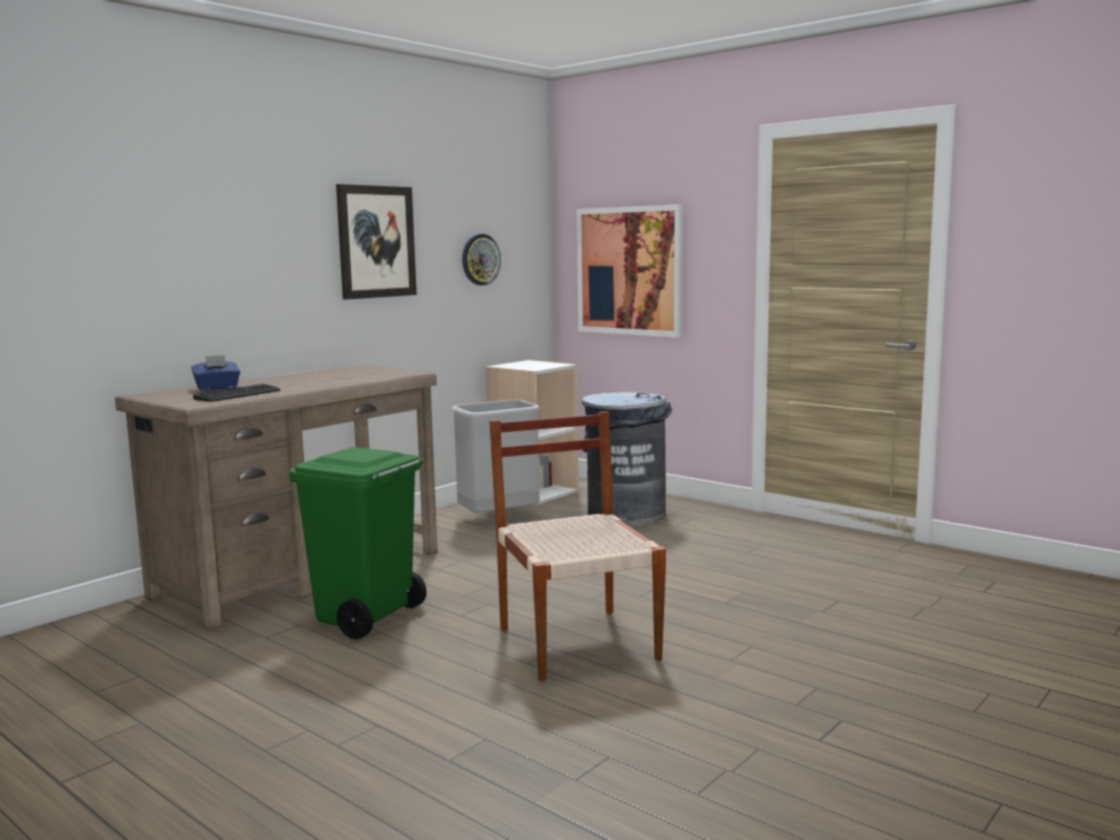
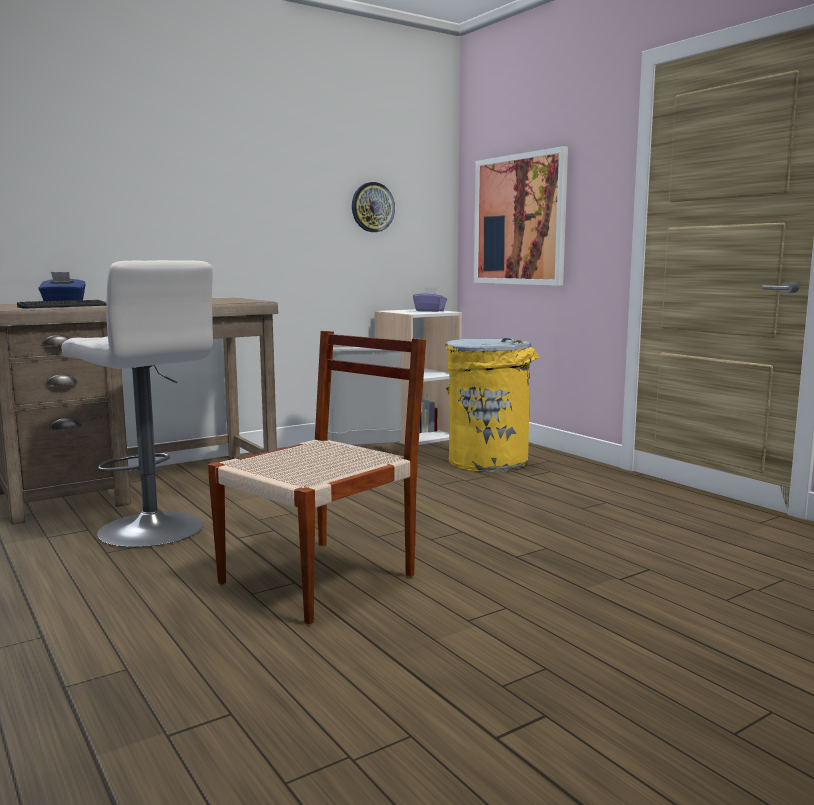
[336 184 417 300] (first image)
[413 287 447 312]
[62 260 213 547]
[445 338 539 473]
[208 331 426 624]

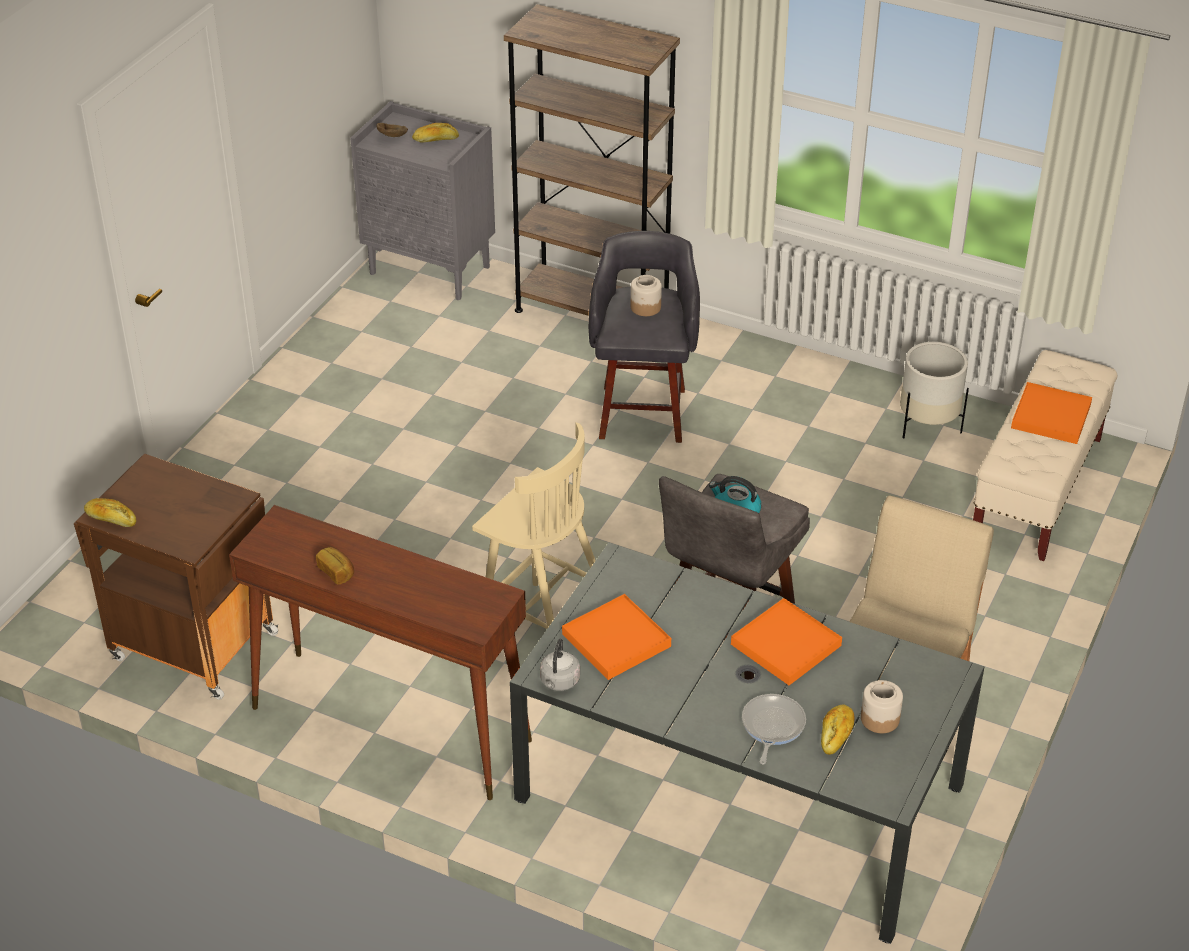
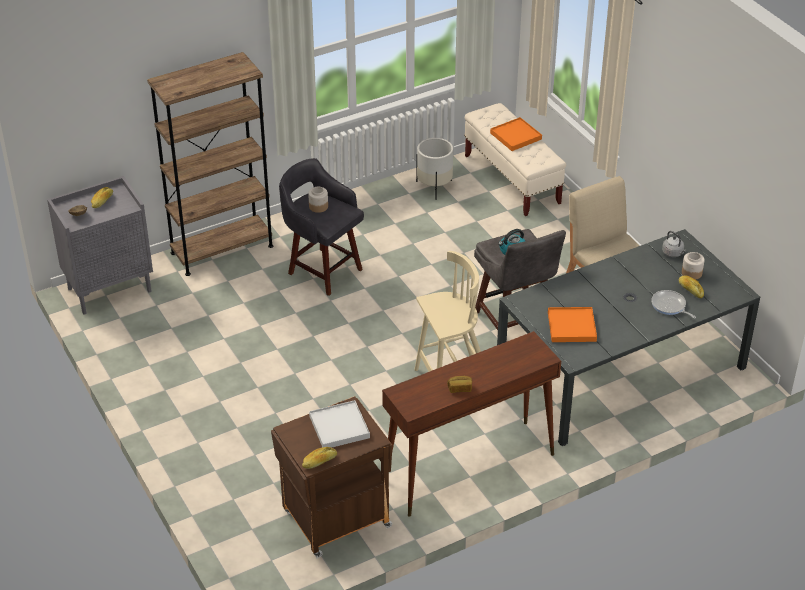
[731 598 842 685] (first image)
[309 400 370 448]
[662 231 687 257]

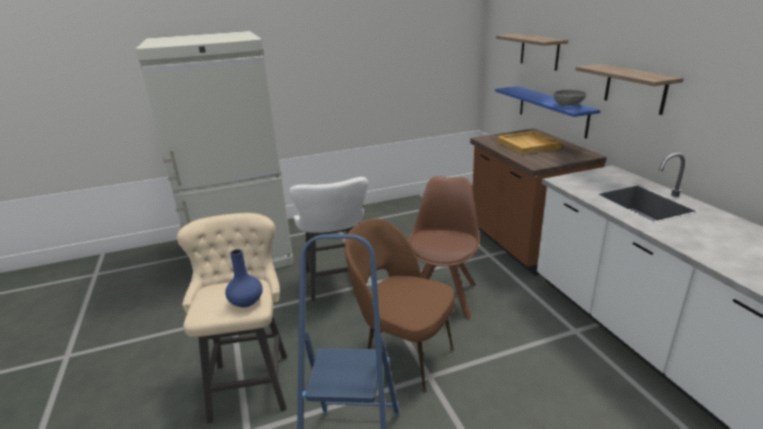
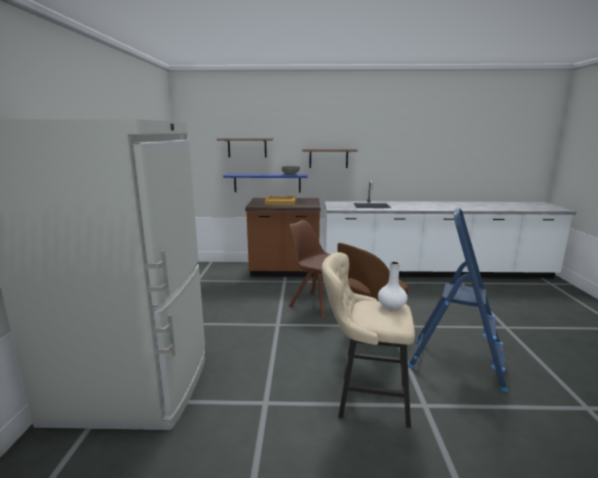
[289 177 368 302] (first image)
[378 261 407 310]

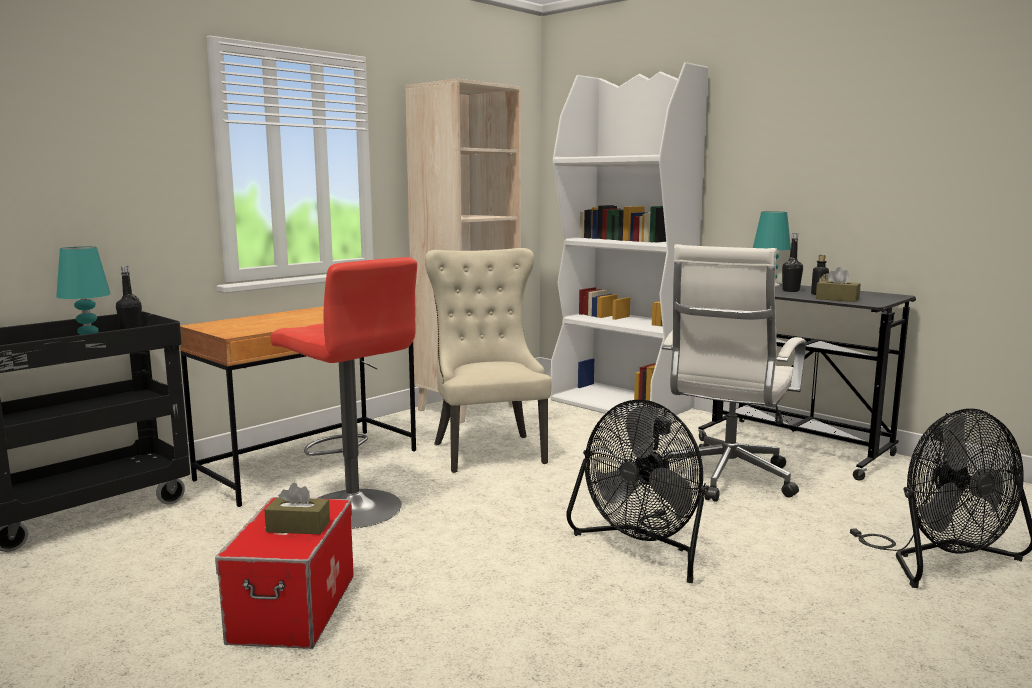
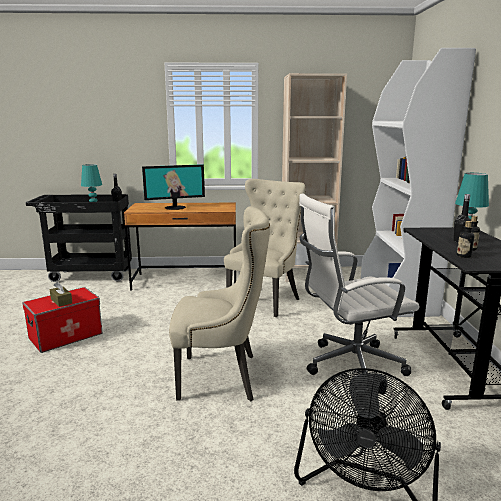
[271 257 417 529] (first image)
[142 164 205 210]
[169 206 270 401]
[457 221 474 258]

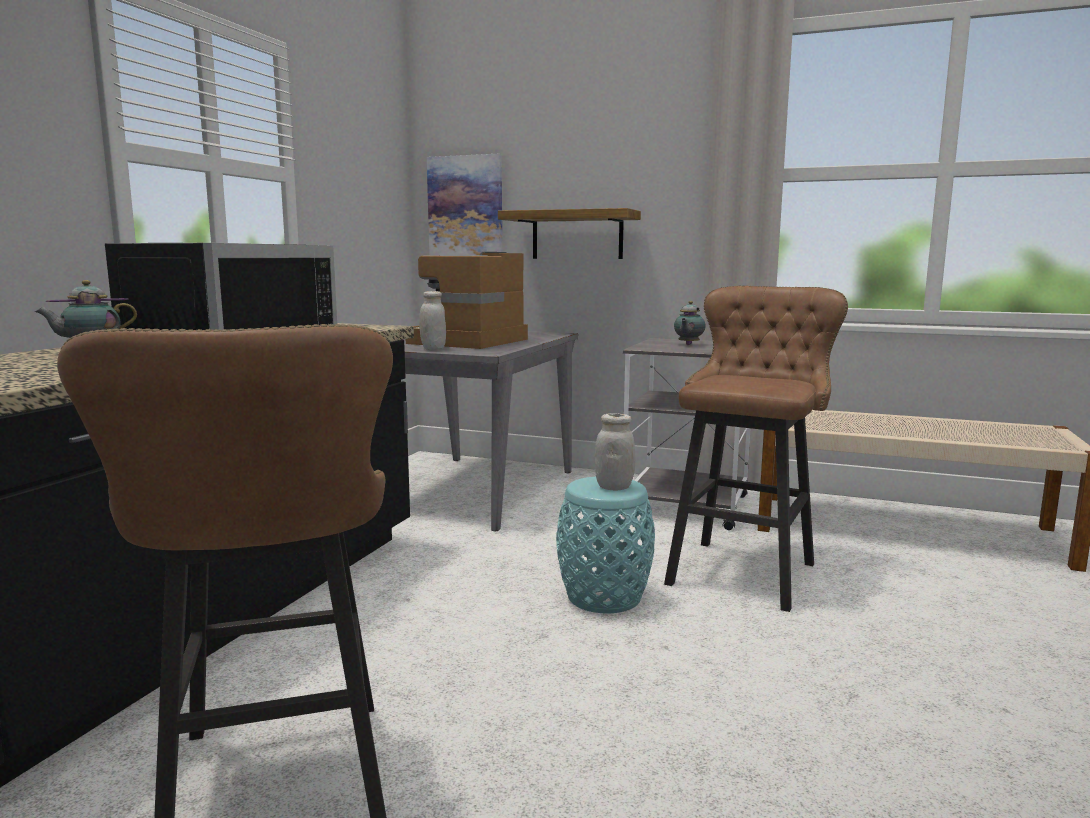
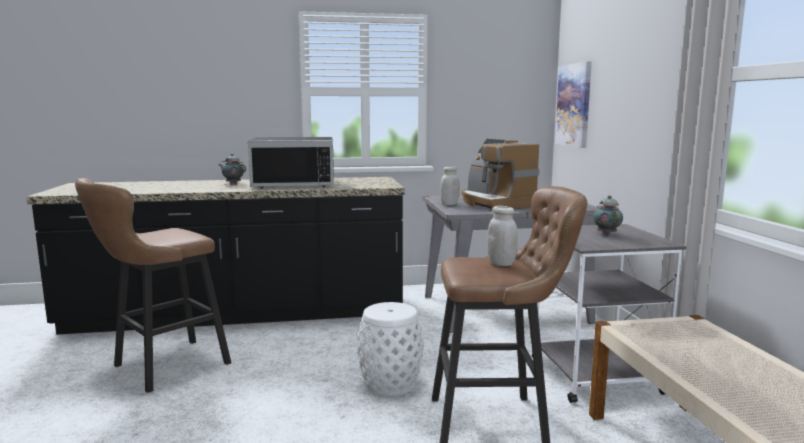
[498 208 641 259] (first image)
[487 206 518 266]
[357 302 424 396]
[461 139 539 211]
[593 195 623 235]

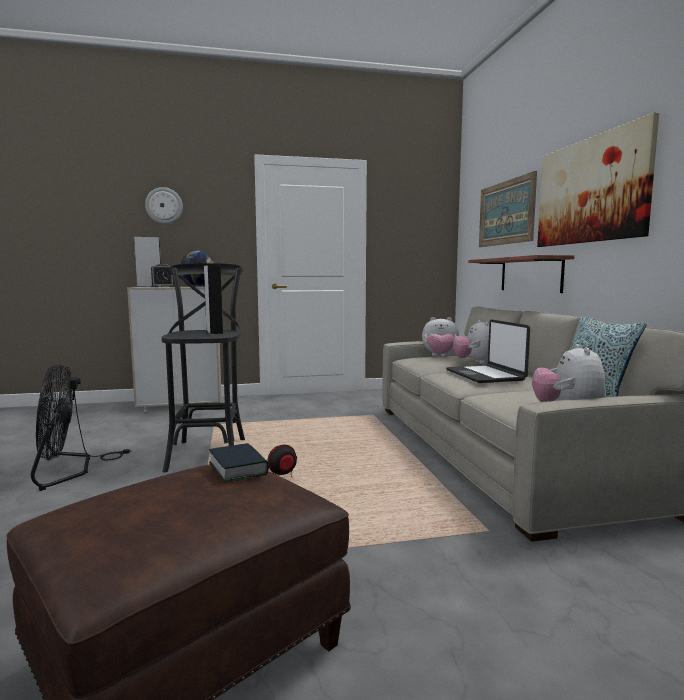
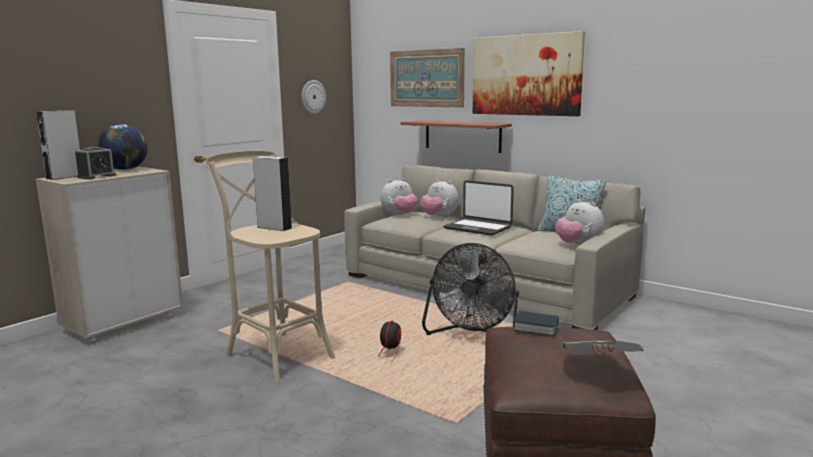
[560 341 644 355]
[422 243 519 335]
[301 80 326 114]
[206 151 336 384]

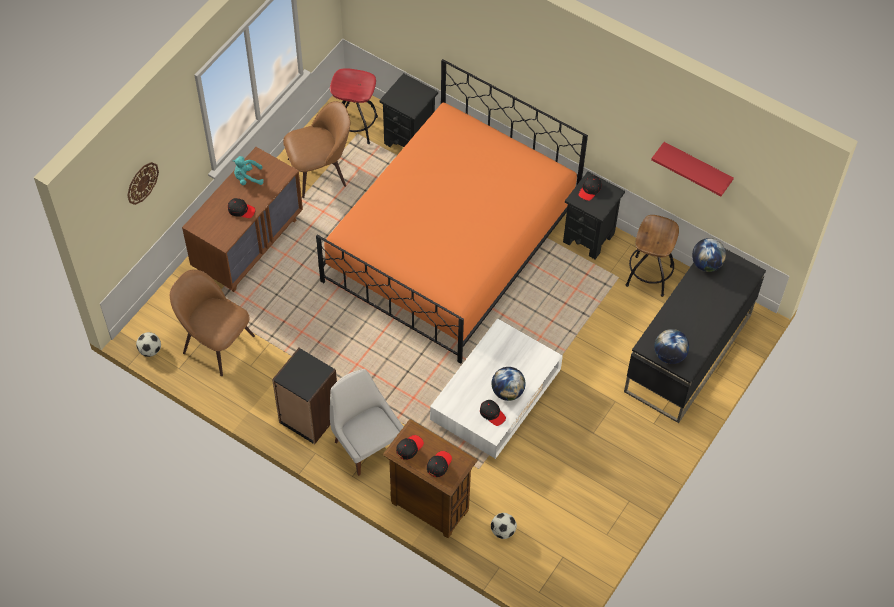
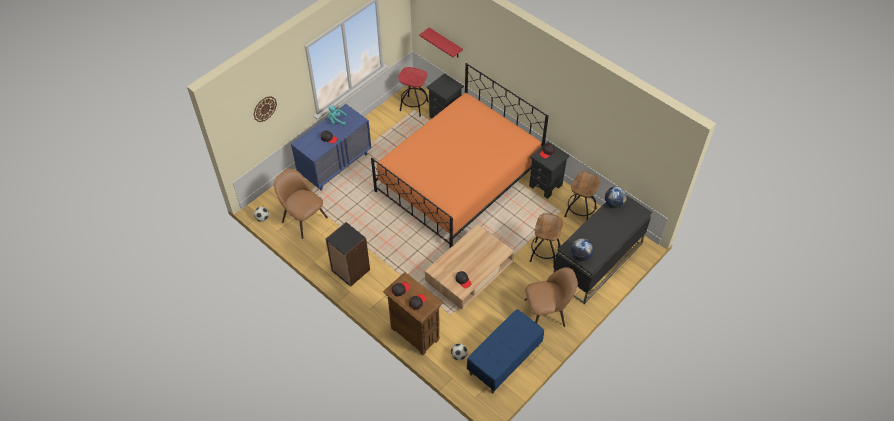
[330 369 404 476] (first image)
[492 367 526 401] (first image)
[467 309 544 393]
[530 213 563 267]
[525 267 578 327]
[419 28 463 57]
[291 104 372 191]
[425 224 515 310]

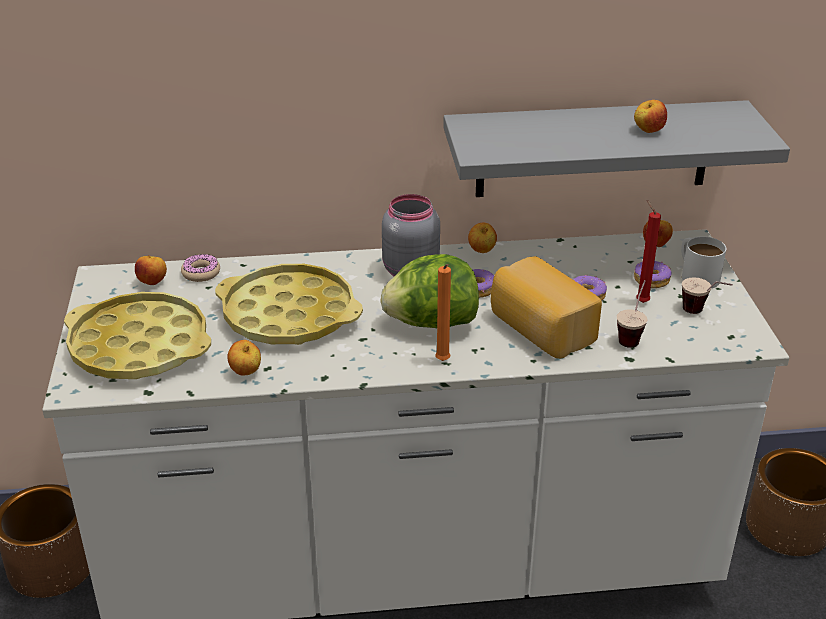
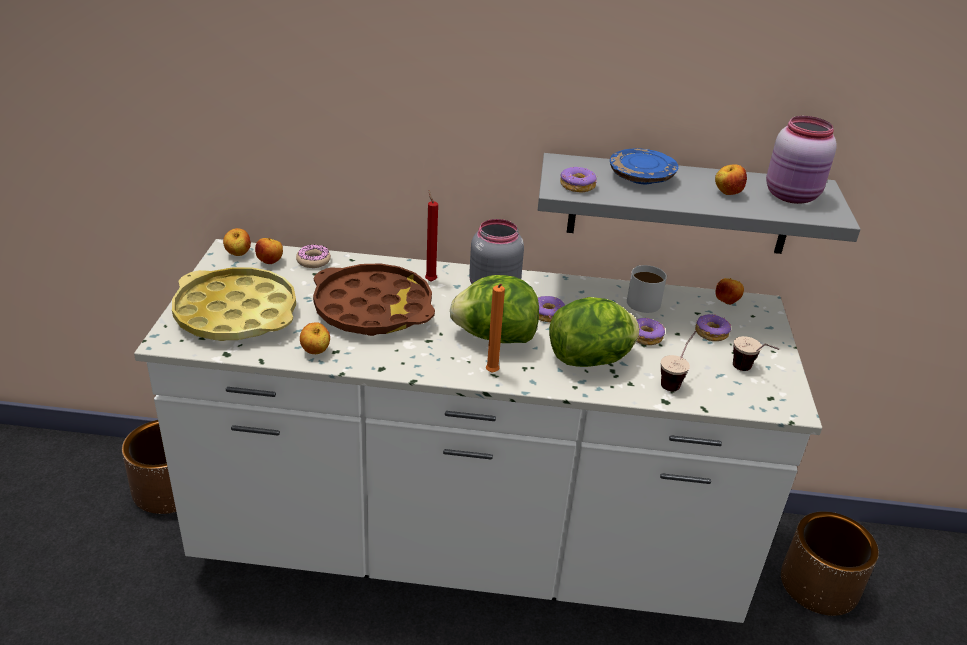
[560 166 597 192]
[610 148 678 184]
[766 116 837 204]
[223 228 251 256]
[425 190 438 281]
[627 265 667 313]
[549 297 639 367]
[313 263 435 336]

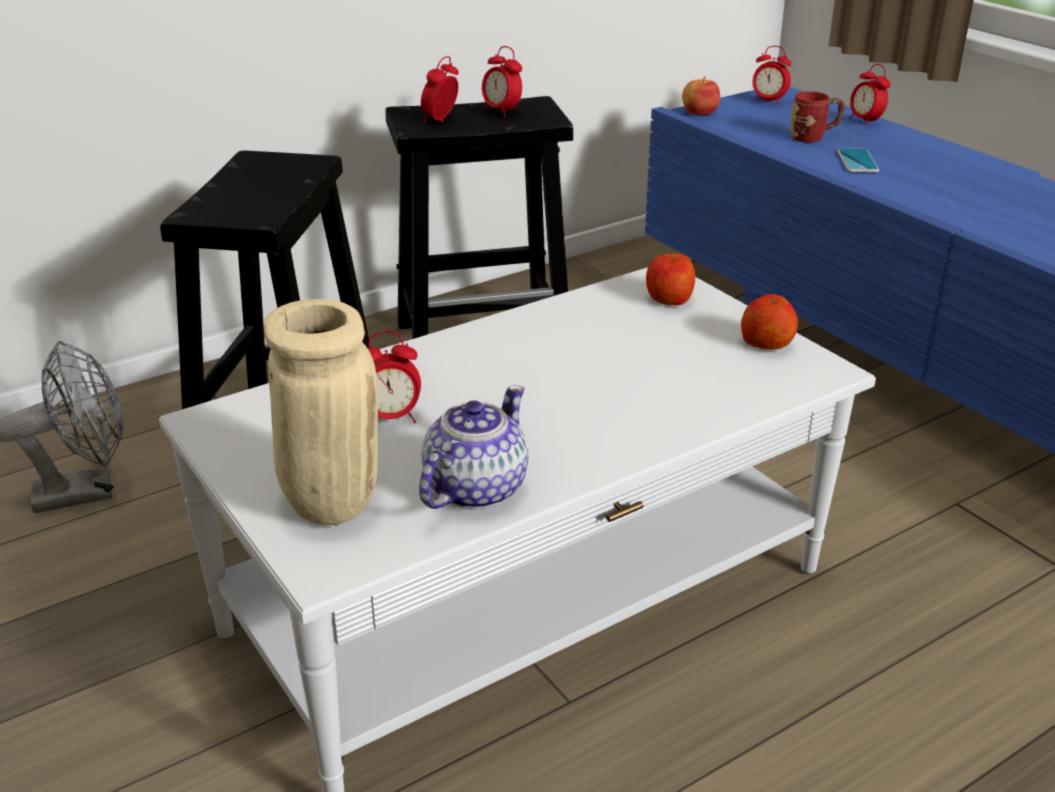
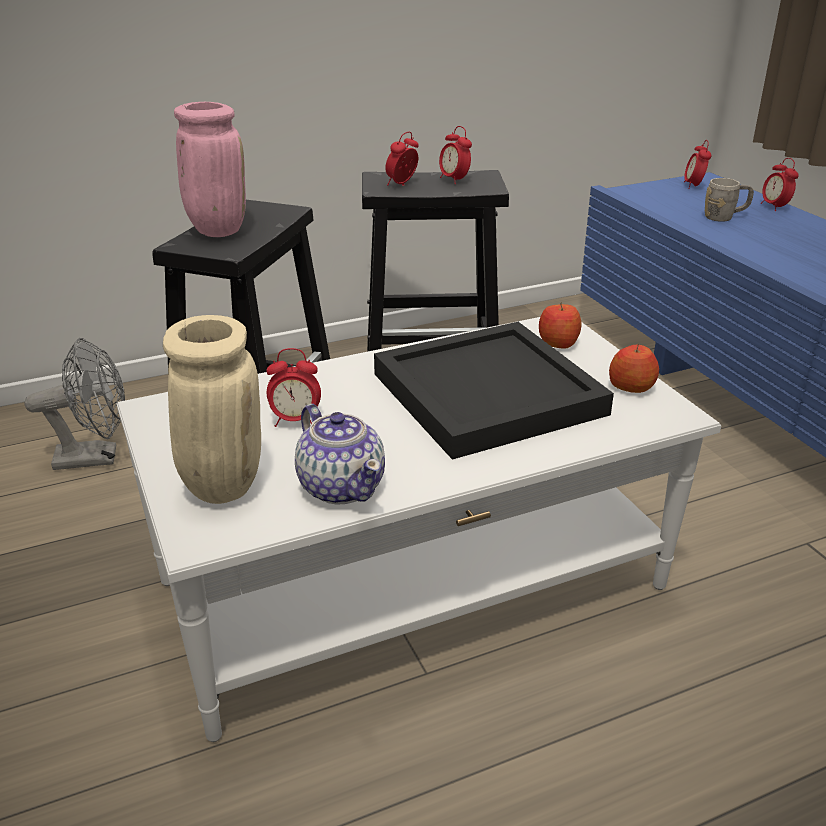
[682 76 720 115] (first image)
[837 148 879 172] (first image)
[174 102 246 237]
[374 322 614 460]
[705 178 754 222]
[295 404 385 505]
[684 140 711 189]

